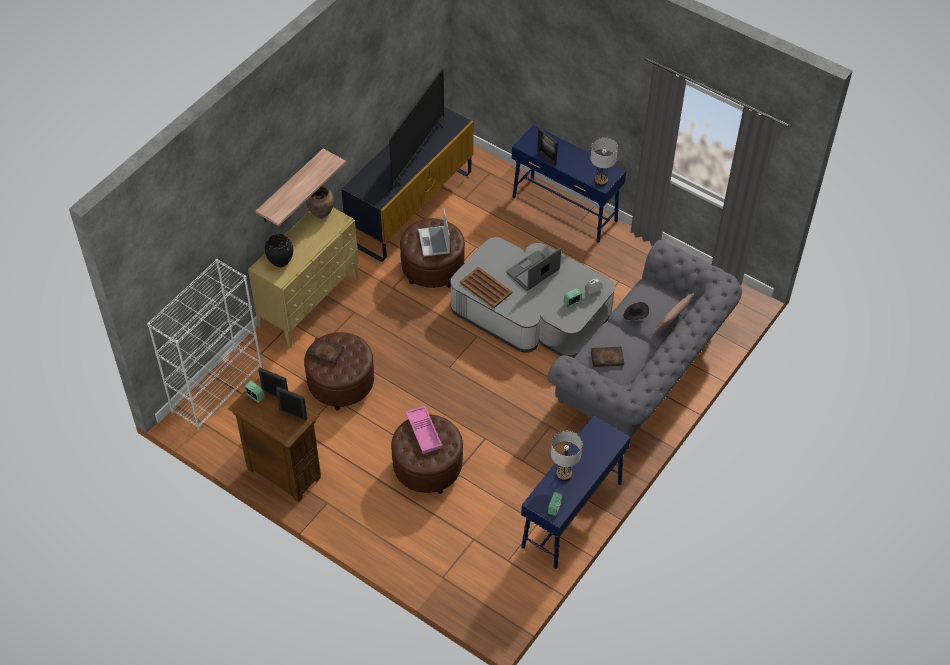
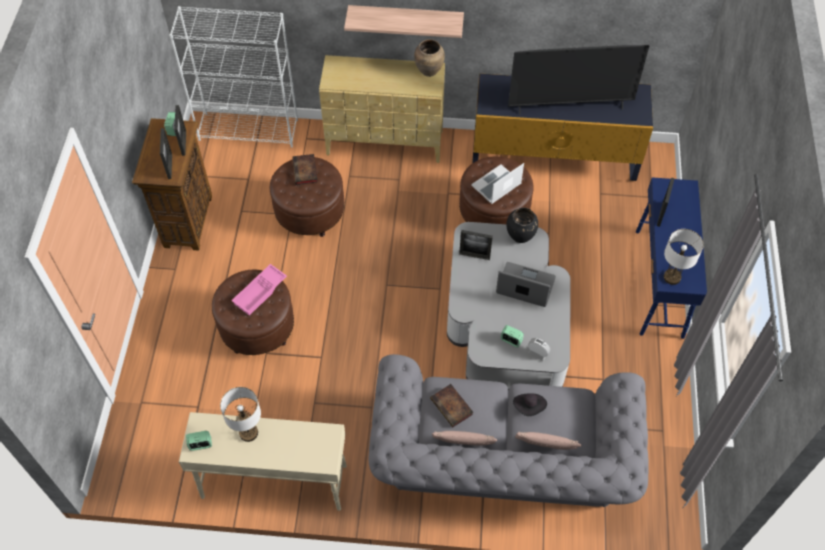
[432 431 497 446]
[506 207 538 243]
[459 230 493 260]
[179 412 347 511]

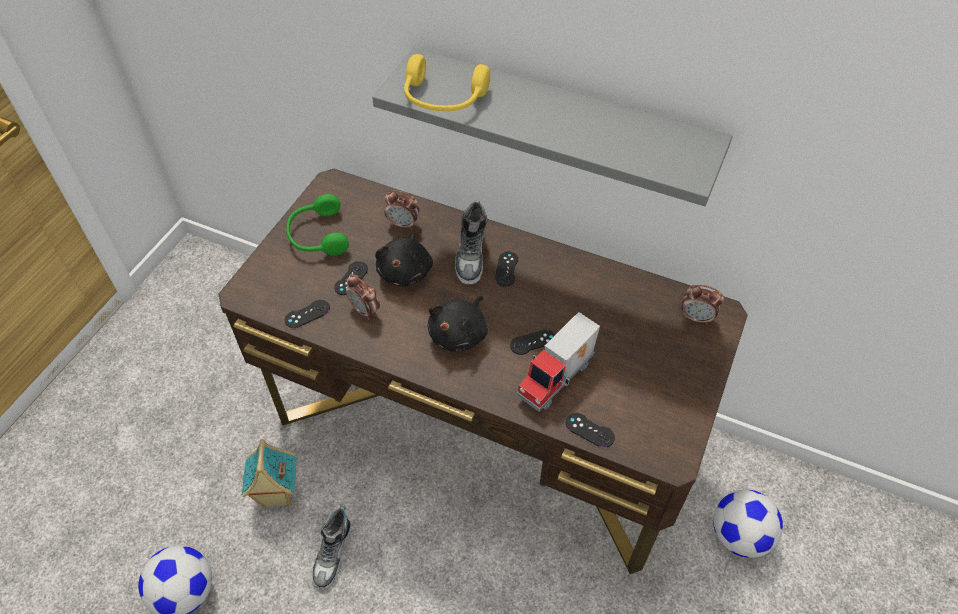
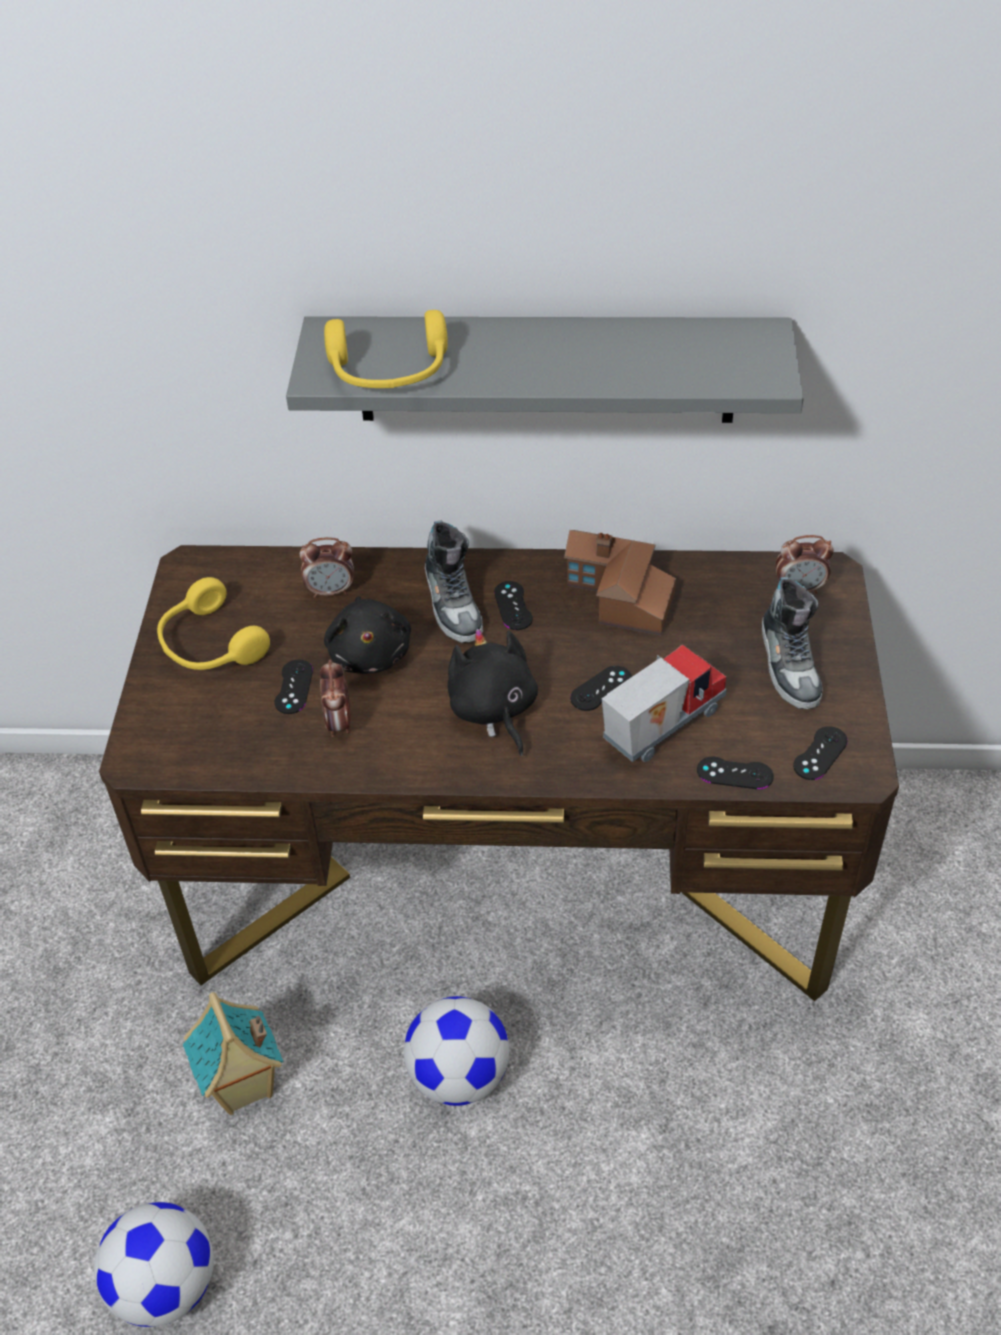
[564 530 676 636]
[793 726 848 780]
[762 577 822 709]
[404 996 509 1106]
[157 577 270 670]
[320 660 351 737]
[448 629 538 756]
[602 644 727 762]

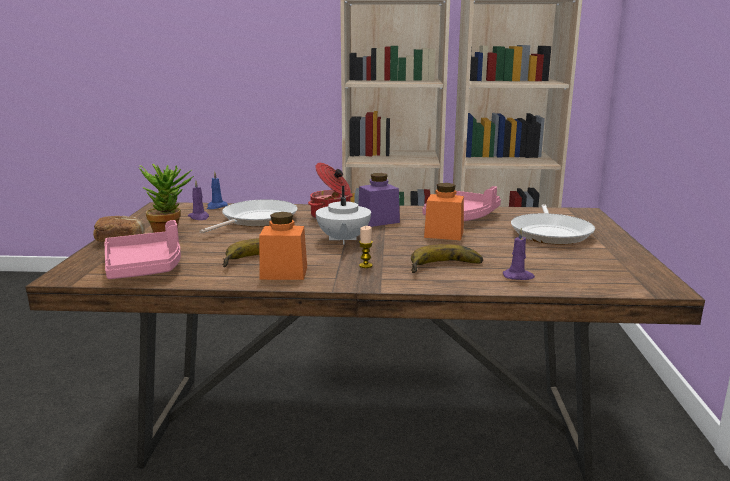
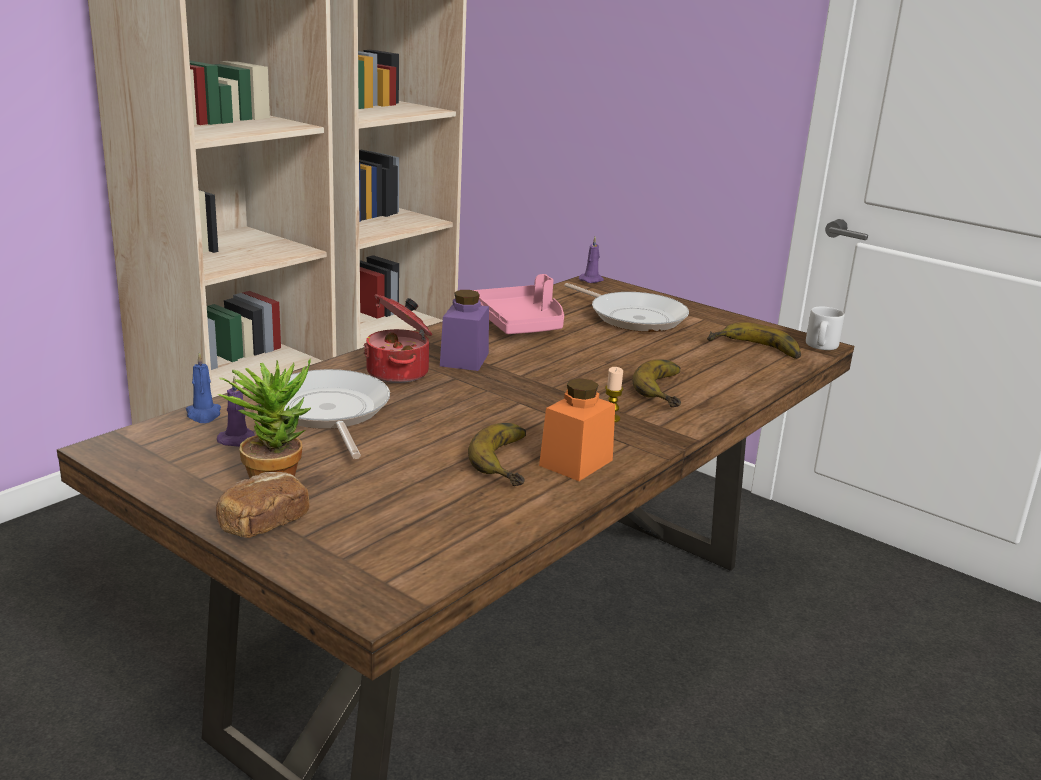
[105 220 181 279] (first image)
[316 186 371 245] (first image)
[424 183 464 240] (first image)
[707 322 801 359]
[806 307 844 350]
[579 237 604 283]

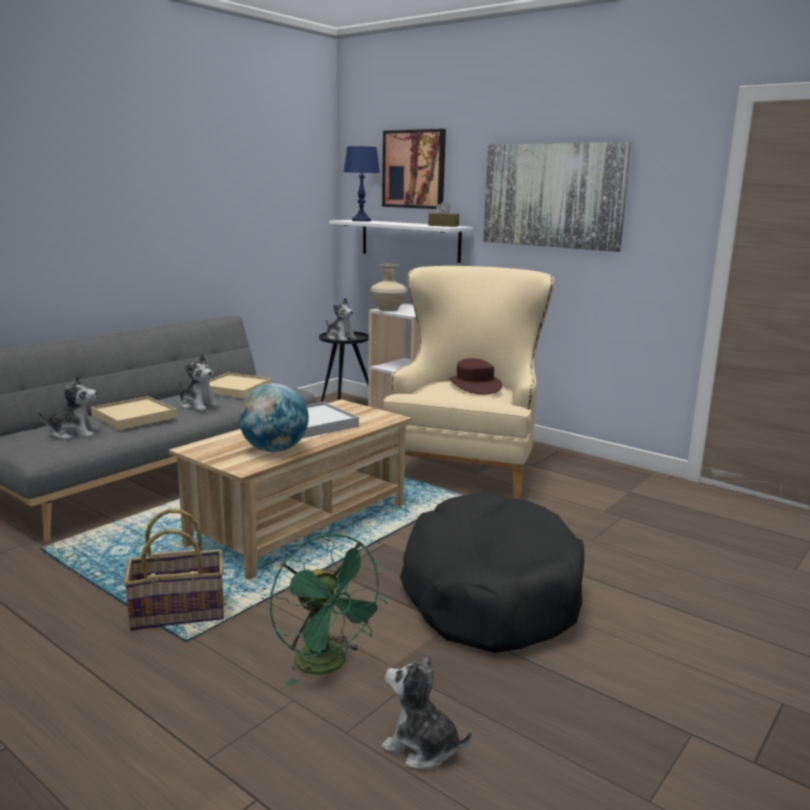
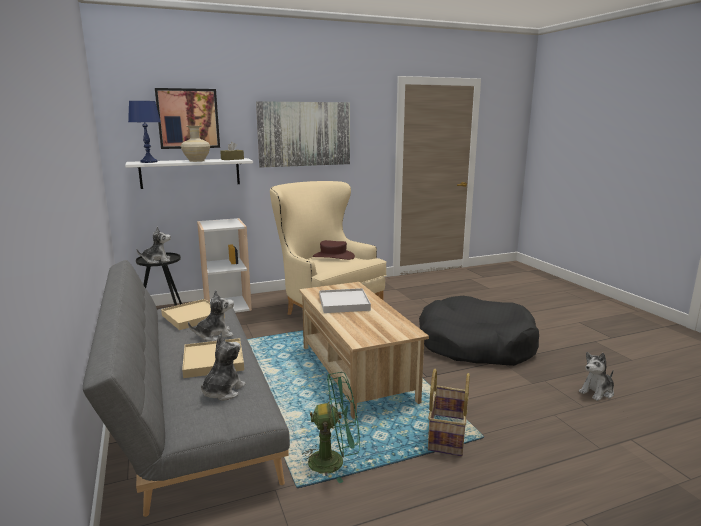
[239 383 309 452] (first image)
[302 372 360 483]
[181 126 210 162]

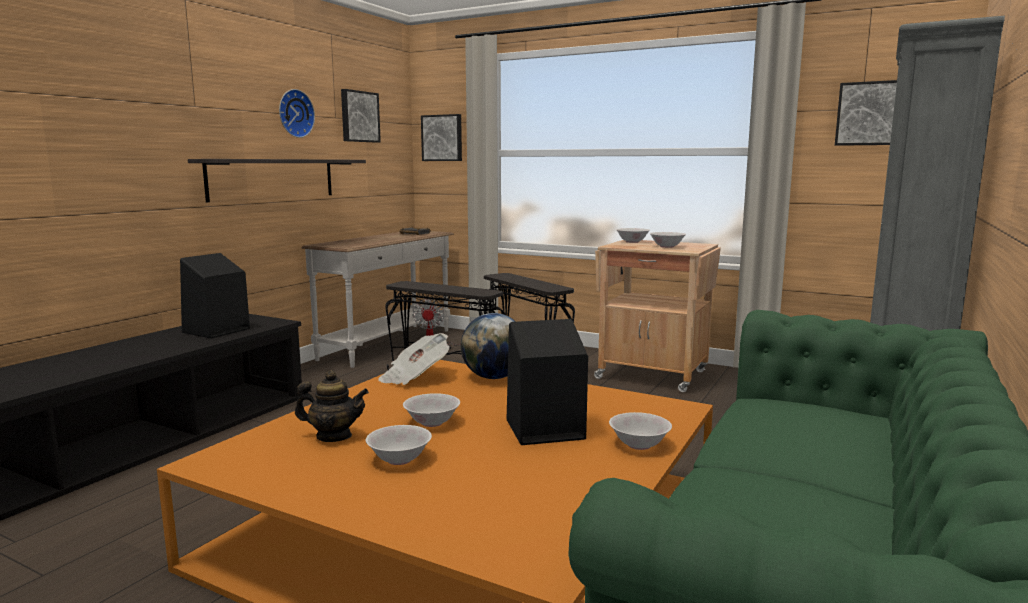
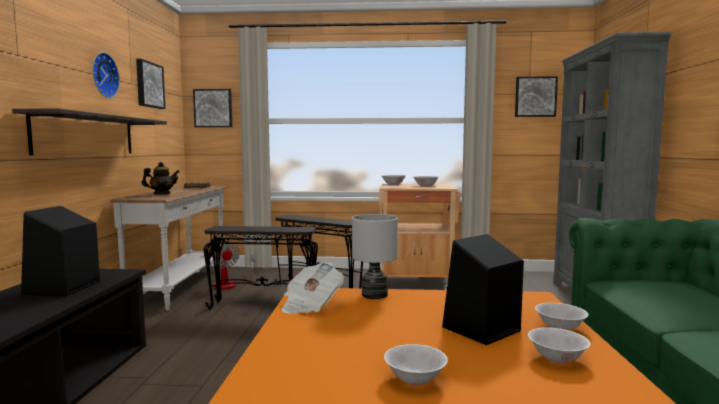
[142 162 180 194]
[528 327 591 364]
[352 214 398 299]

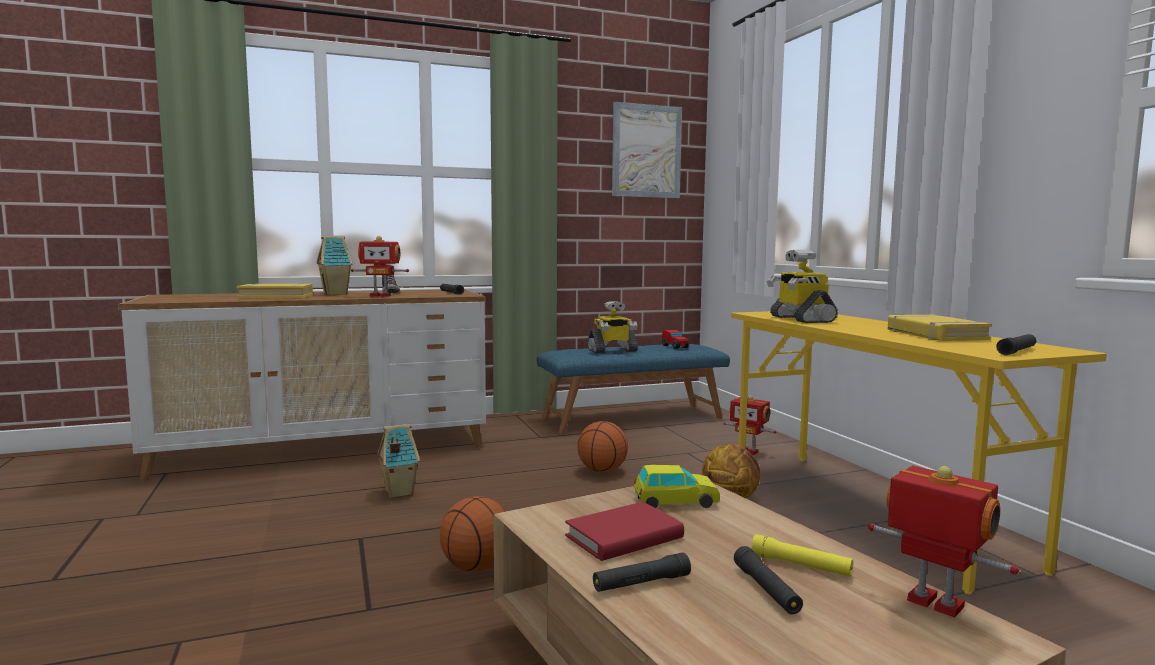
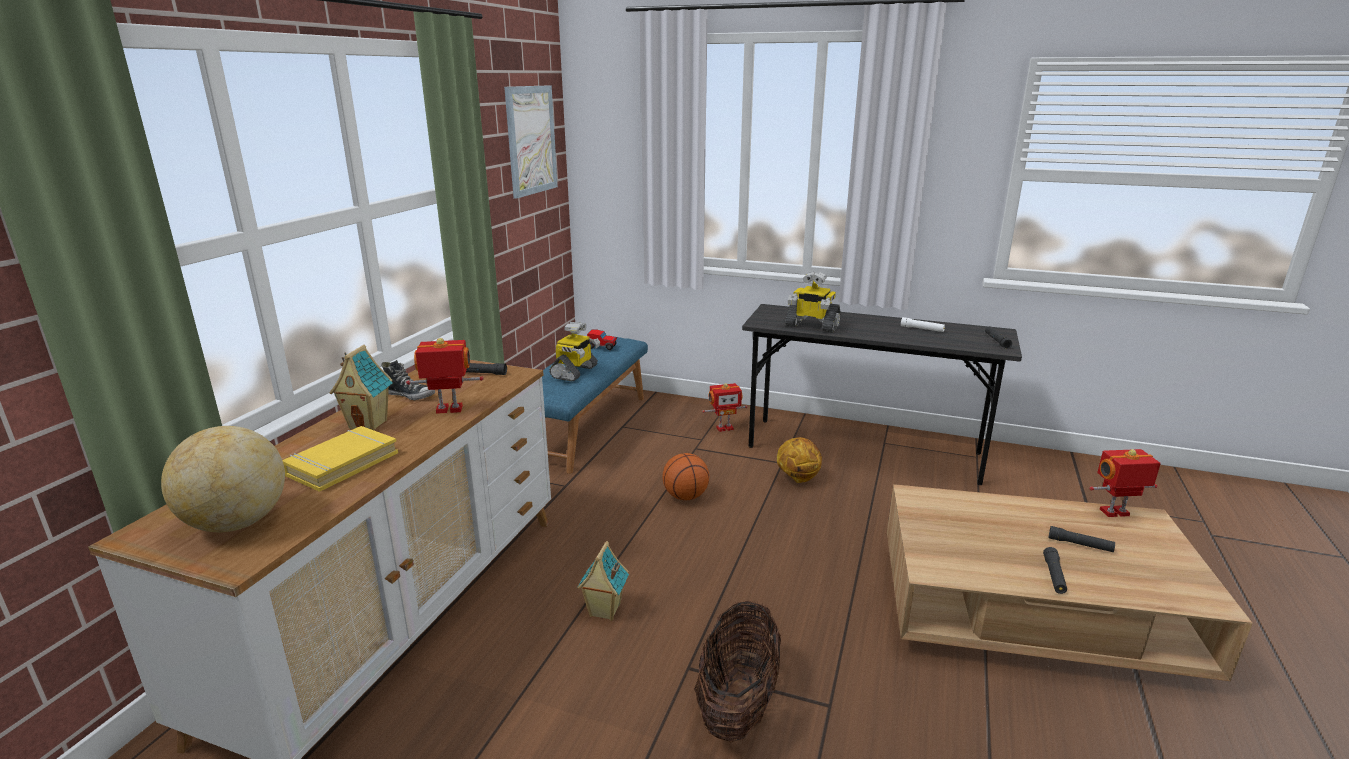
[440 496 506 572] (first image)
[565 502 684 561] (first image)
[634 465 720 508] (first image)
[751 534 853 577] (first image)
[161 426 285 532]
[694 601 781 742]
[901 317 945 332]
[742 304 1022 485]
[406 338 484 414]

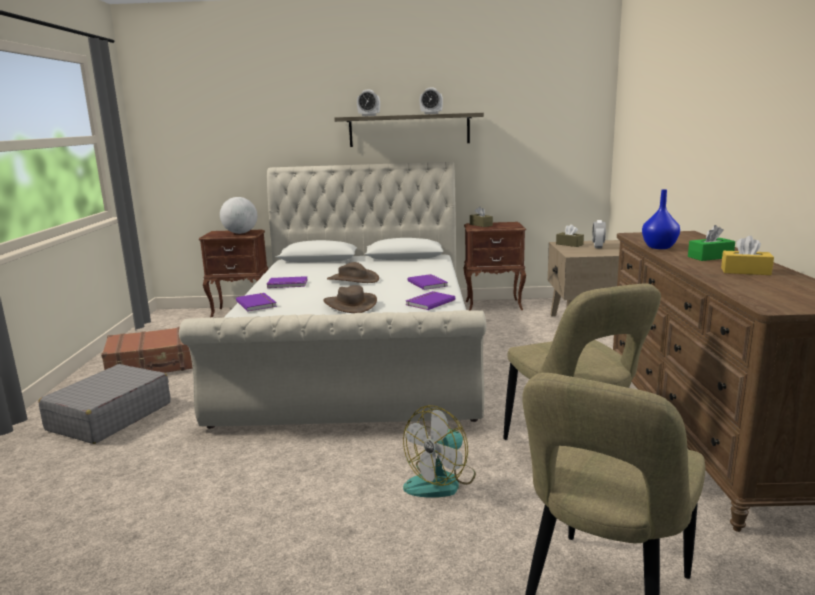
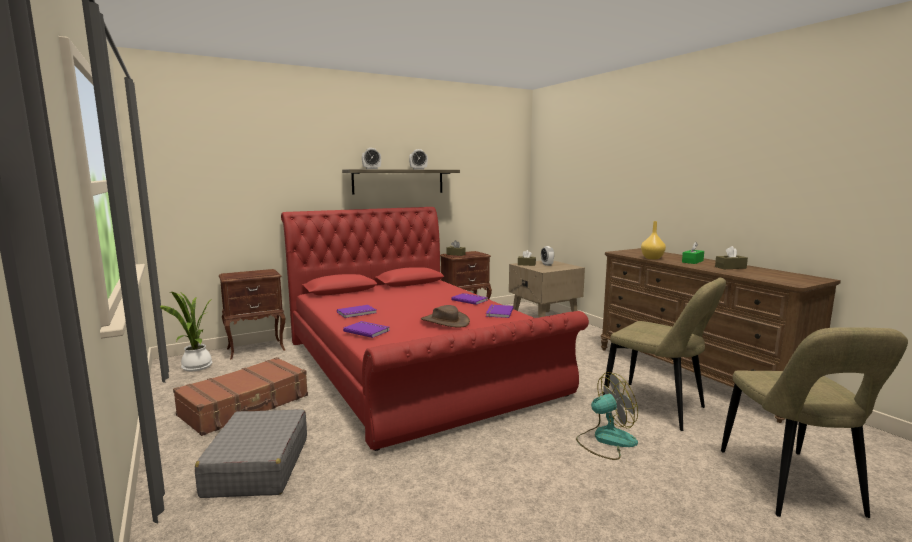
[220 197 257 234] (first image)
[327 262 379 283] (first image)
[160 292 212 371]
[281 207 589 451]
[641 221 666 260]
[715 246 748 269]
[576 372 638 460]

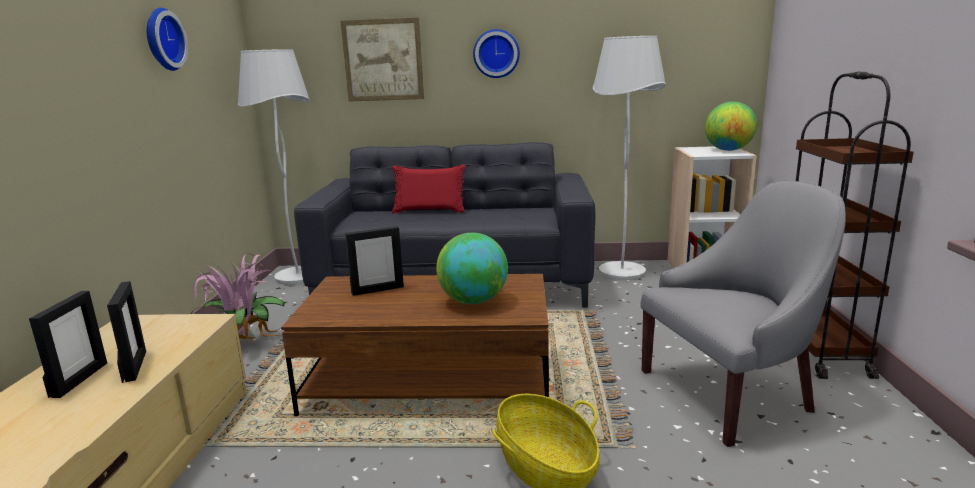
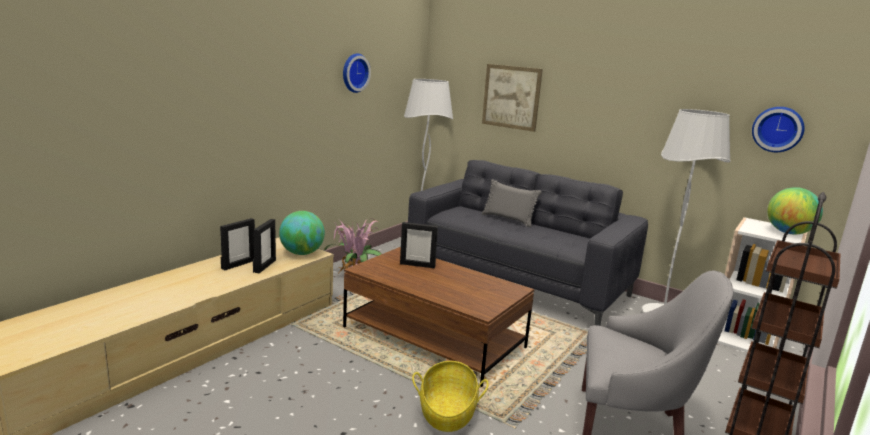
[279 211 325 255]
[752 107 805 152]
[482 179 541 227]

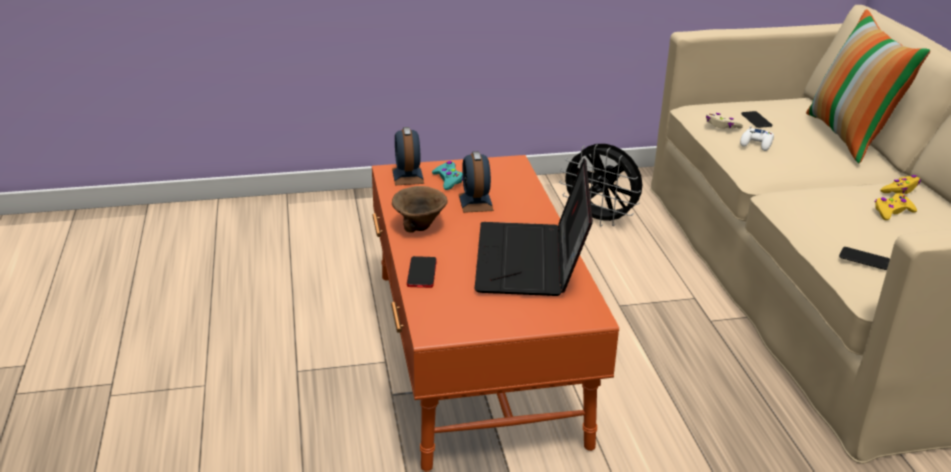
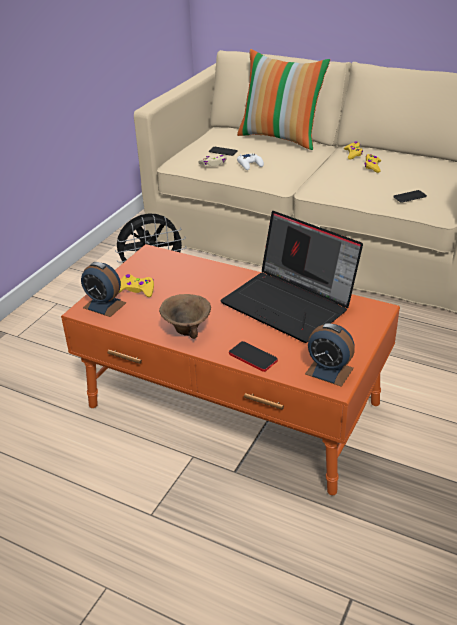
[305 323 355 387]
[119 274 154 297]

